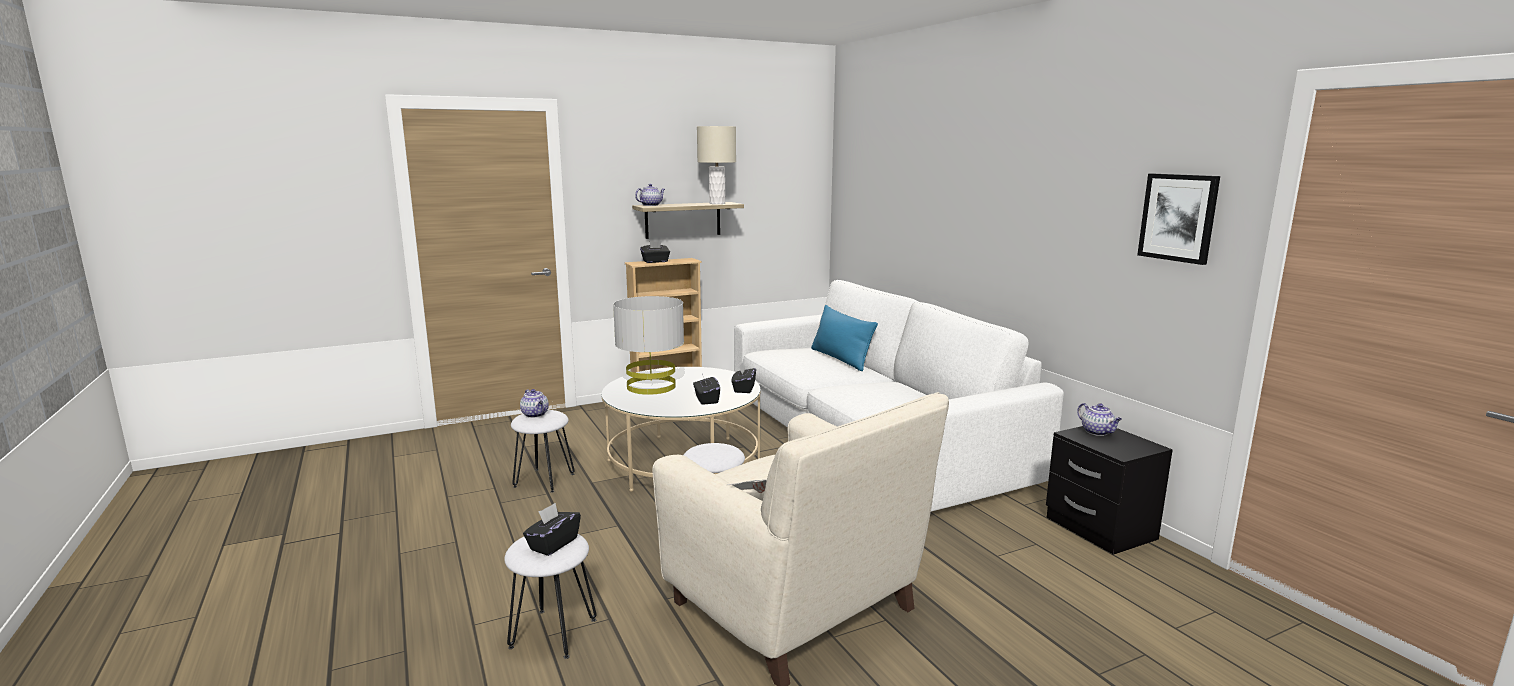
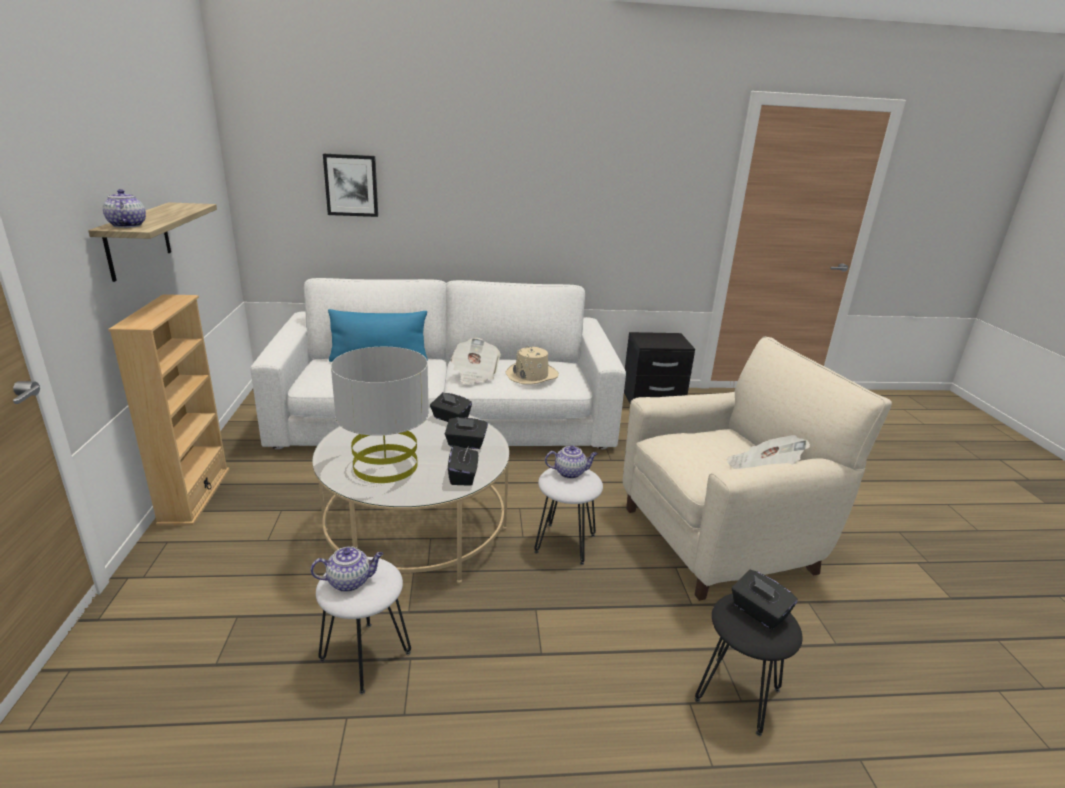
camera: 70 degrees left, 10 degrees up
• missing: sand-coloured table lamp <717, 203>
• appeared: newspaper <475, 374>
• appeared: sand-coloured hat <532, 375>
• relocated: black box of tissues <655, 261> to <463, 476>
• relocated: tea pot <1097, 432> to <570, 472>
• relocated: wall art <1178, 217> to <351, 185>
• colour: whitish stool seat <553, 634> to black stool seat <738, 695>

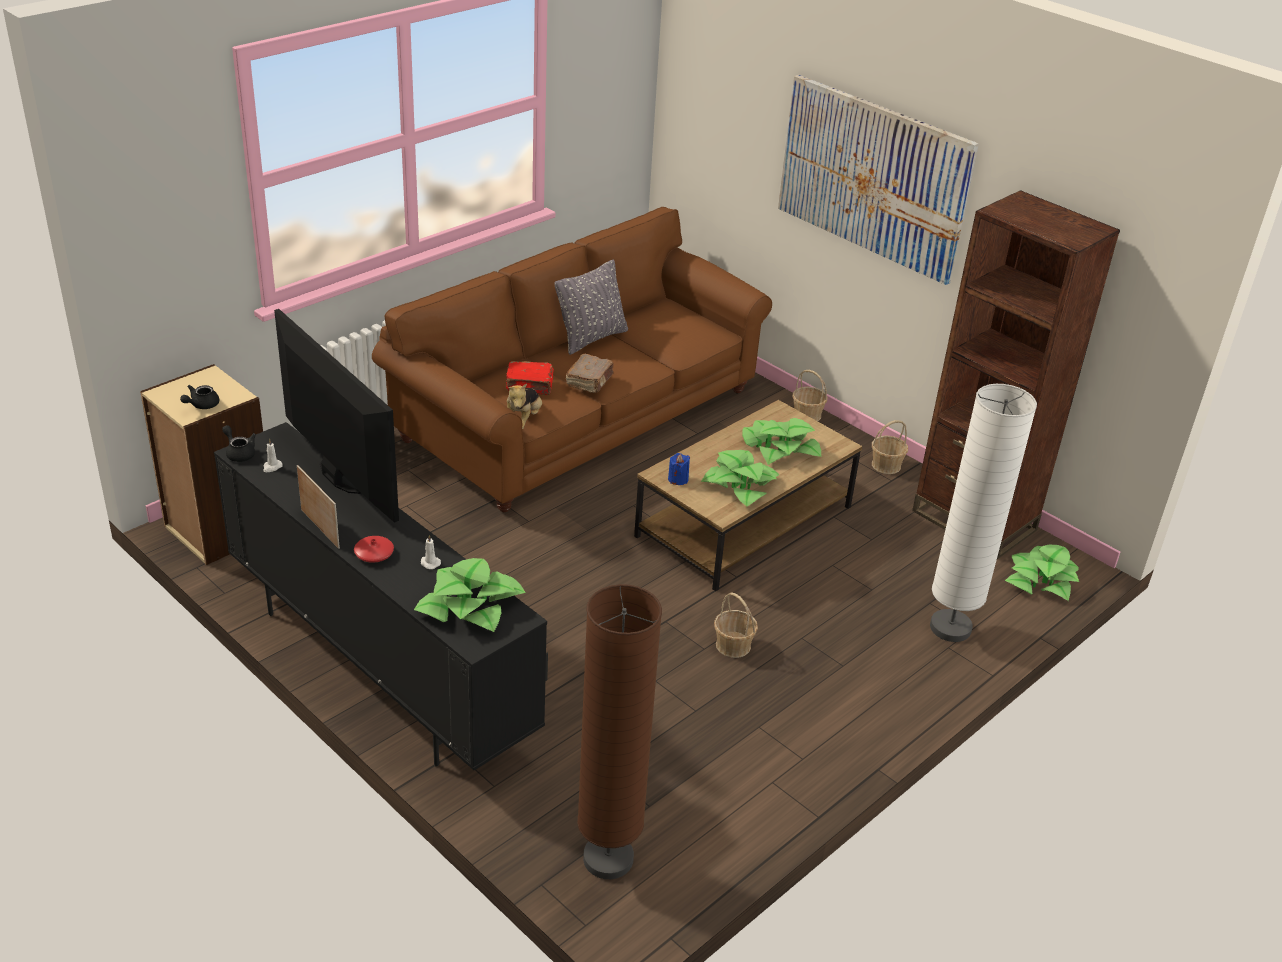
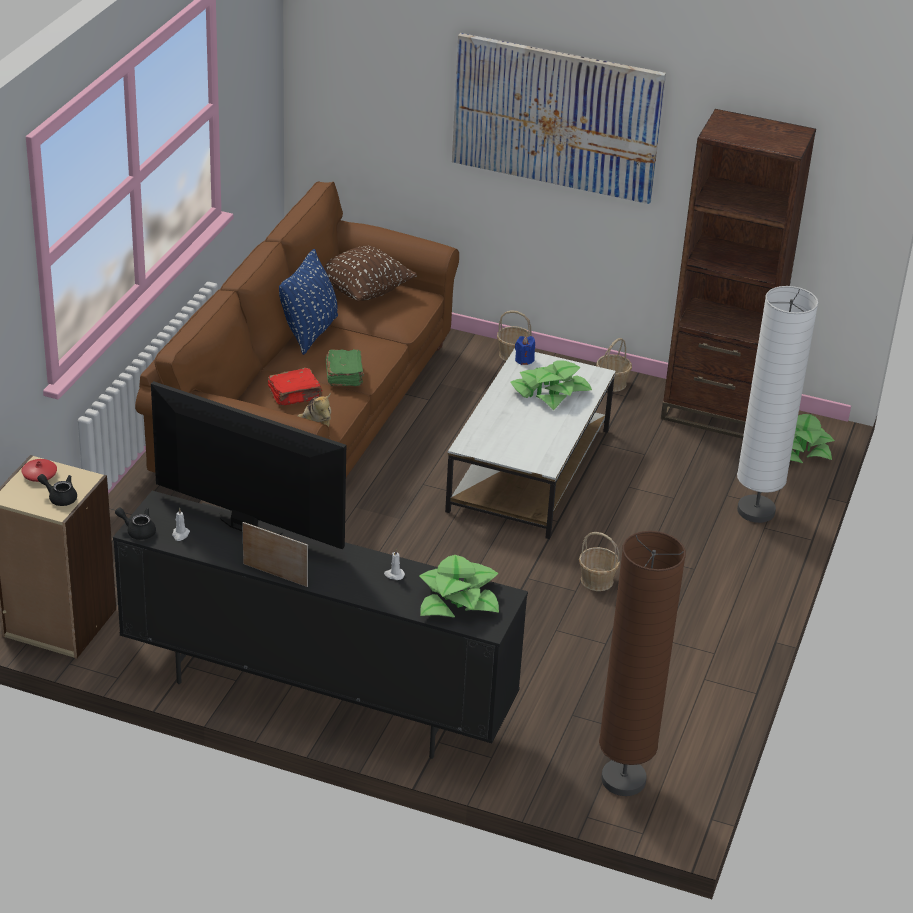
camera: 25 degrees left, 0 degrees up
• missing: houseplant <740, 484>
• appeared: brown pillow <363, 291>
• relocated: reddish decorative vase <374, 554> to <39, 475>
• relocated: bluish wax light <678, 479> to <524, 360>
• colour: grey pillow <591, 338> to bluish pillow <310, 332>
• colour: brown book <590, 381> to greenish book <345, 375>
• colour: brown low table <745, 520> to whitish low table <529, 469>
• spun: black tea pot <201, 405> = <59, 497> 105 degrees clockwise

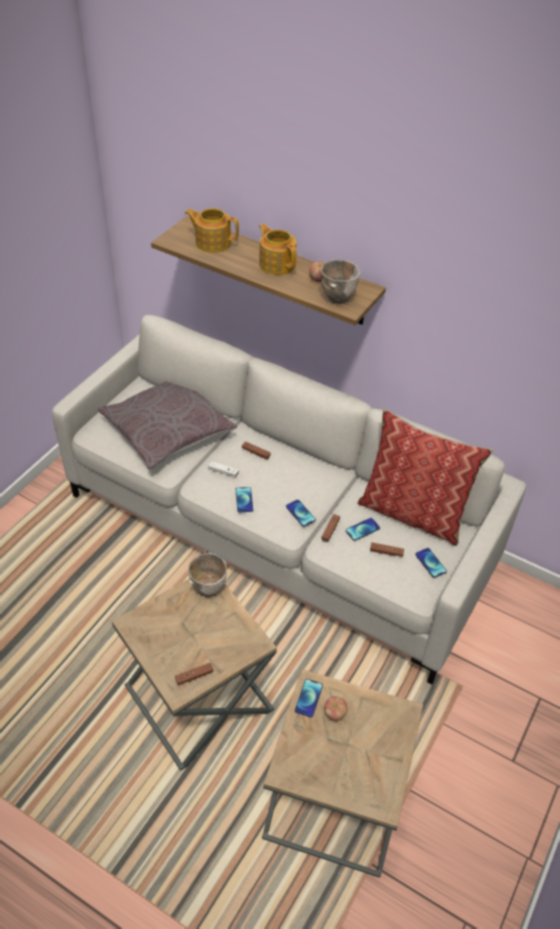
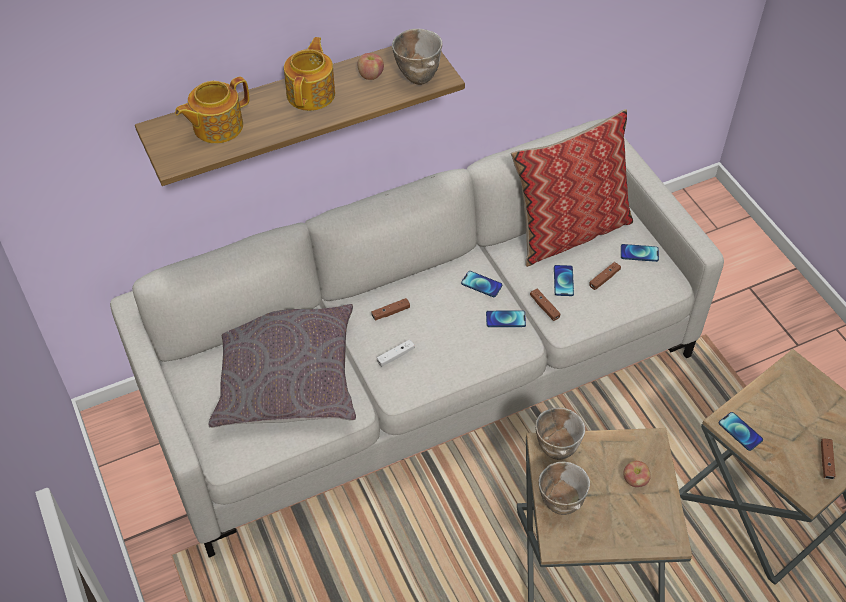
camera: 55 degrees left, 5 degrees up
• appeared: serving bowl <560, 502>
• relocated: brown joypad <194, 676> to <826, 461>
• relocated: phone <244, 500> to <481, 284>
• relocated: apple fruit <334, 714> to <635, 480>
• spun: tea pot <277, 264> = <312, 93> 105 degrees clockwise

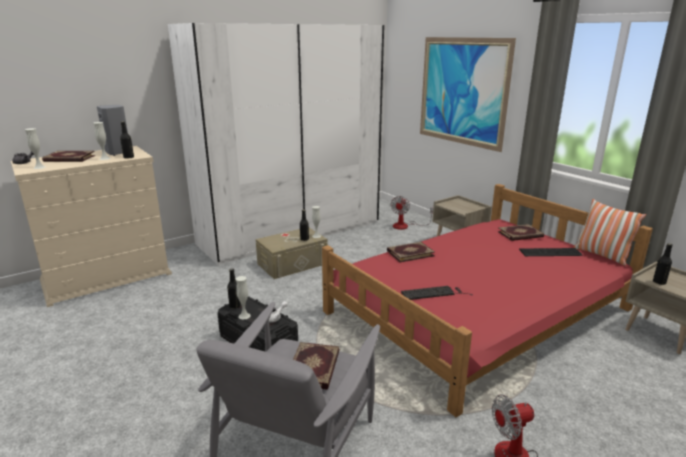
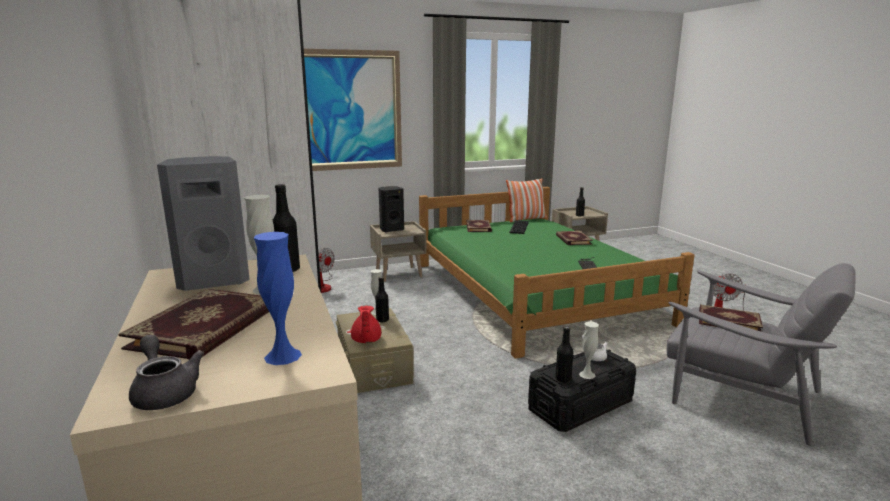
camera: 75 degrees left, 5 degrees down
• appeared: reddish tea pot <366, 340>
• appeared: black speaker <391, 229>
• relocated: book <410, 253> to <572, 240>
• colour: whitish decorative vase <39, 167> to bluish decorative vase <283, 356>
• colour: reddish bed <477, 311> to greenish bed <534, 292>

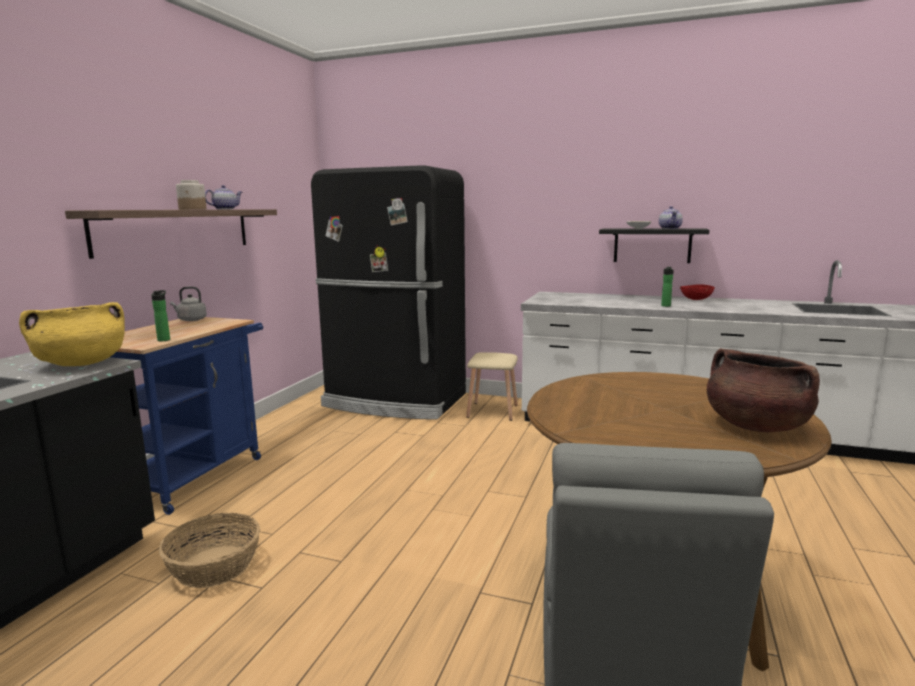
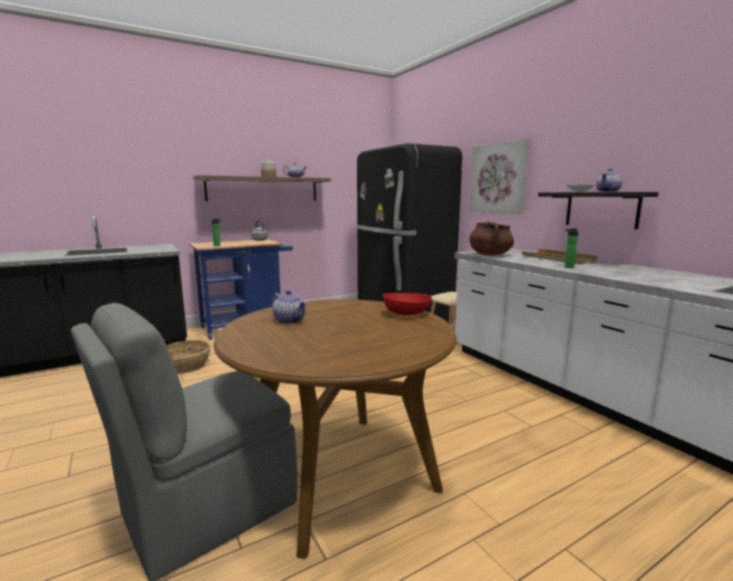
camera: 40 degrees right, 0 degrees up
• missing: yellow saucepot <81, 364>
• appeared: tea pot <290, 320>
• appeared: wall art <498, 178>
• appeared: sand-coloured tray <558, 259>
• relocated: reddish serving bowl <696, 299> to <406, 314>
• relocated: brown saucepot <755, 426> to <490, 254>

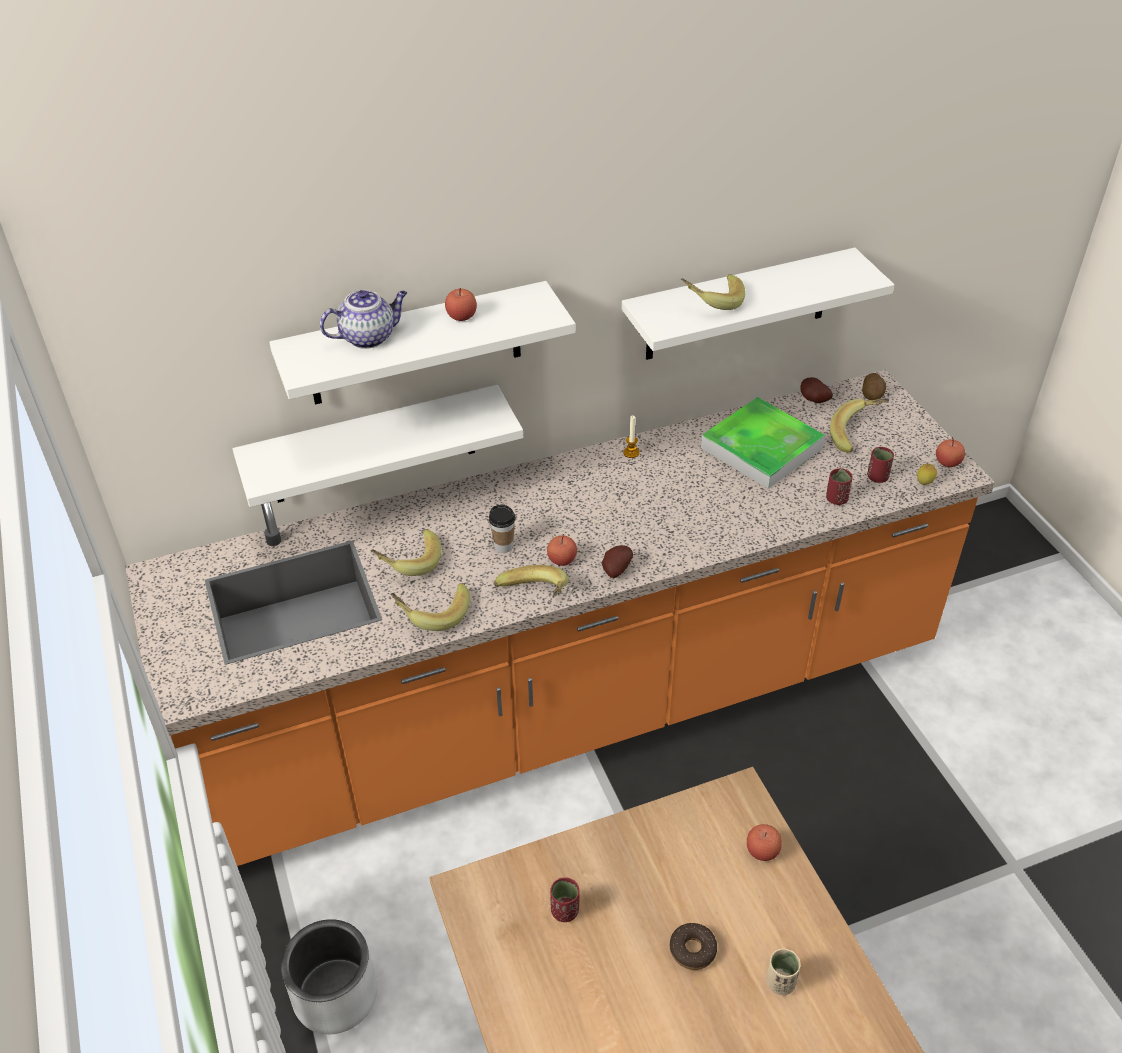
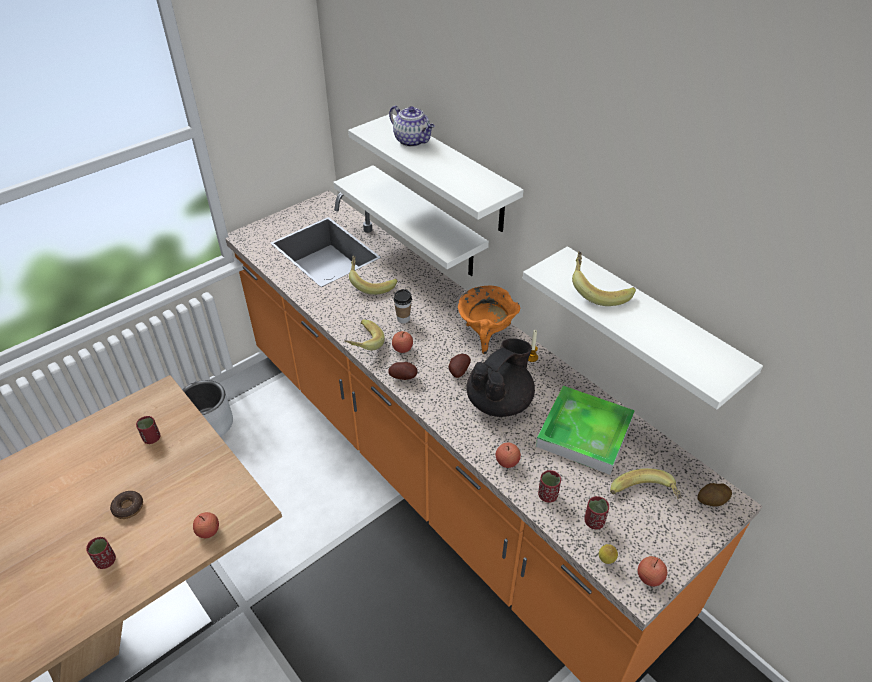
camera: 70 degrees right, 0 degrees up
• missing: whole banana <432, 613>
• appeared: orangey saucepot <485, 336>
• appeared: black tea pot <500, 401>
• relocated: apple fruit <461, 316> to <507, 462>
• relocated: potato <813, 400> to <458, 372>
• colour: sand-coloured drinking cup <780, 982> to reddish drinking cup <106, 561>

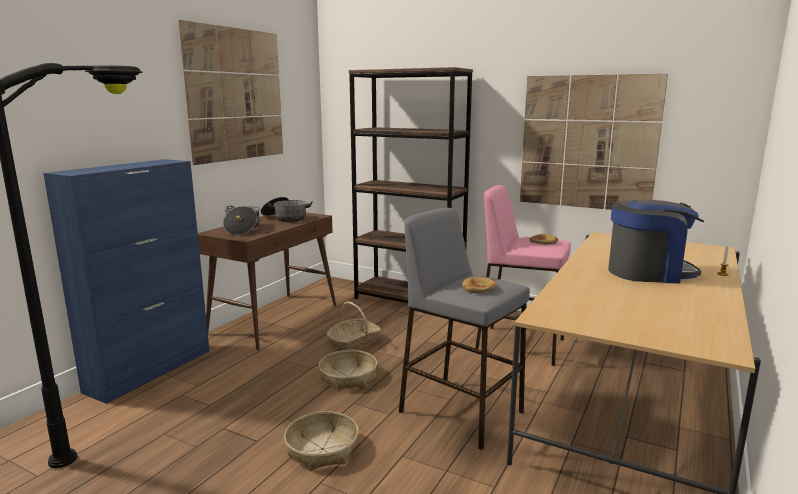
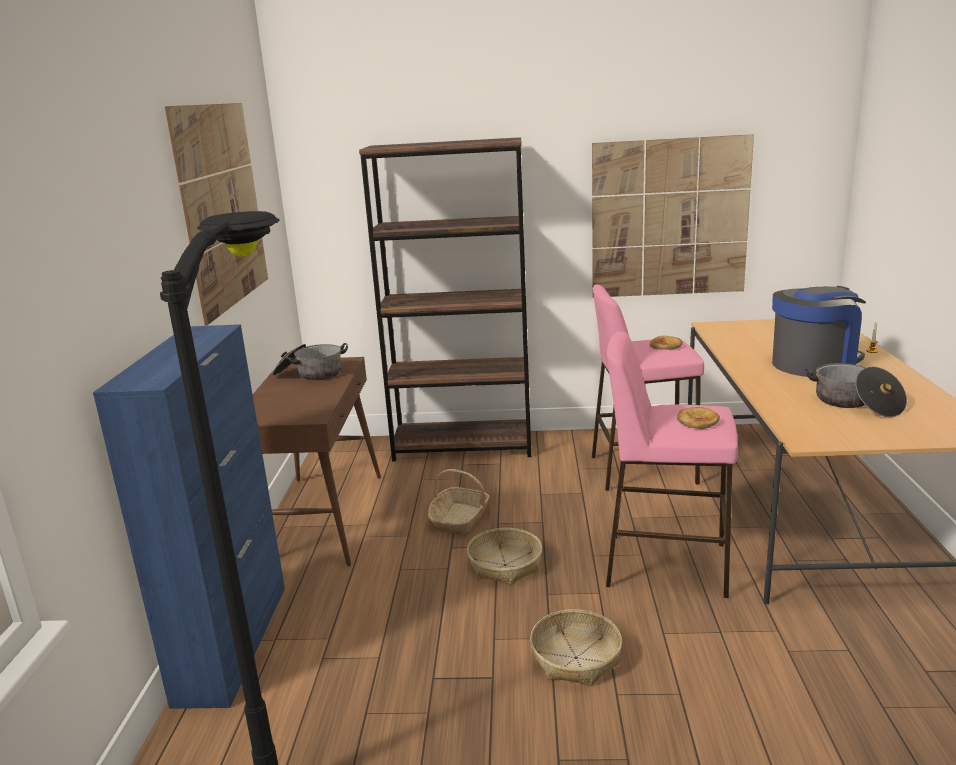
camera: 25 degrees left, 5 degrees up
• relocated: saucepot <242, 229> to <855, 403>
• colour: grey stool seat <460, 411> to pinkish stool seat <665, 564>

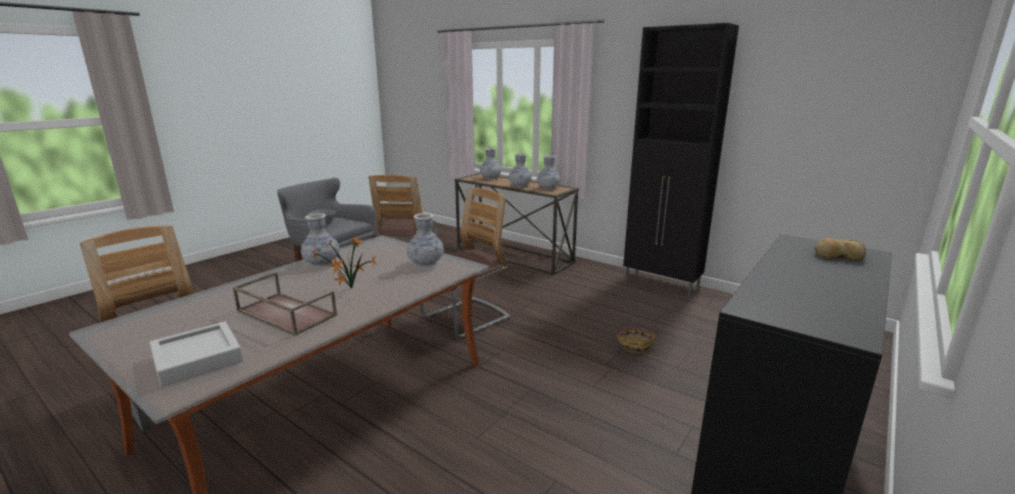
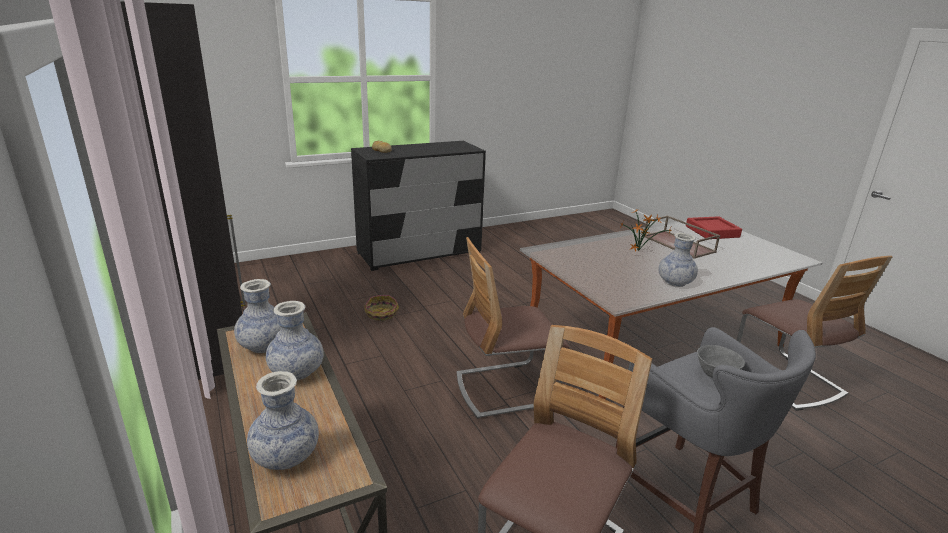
camera: 155 degrees left, 5 degrees up
• missing: decorative vase <426, 263>
• colour: grey tray <197, 359> to reddish tray <712, 231>

